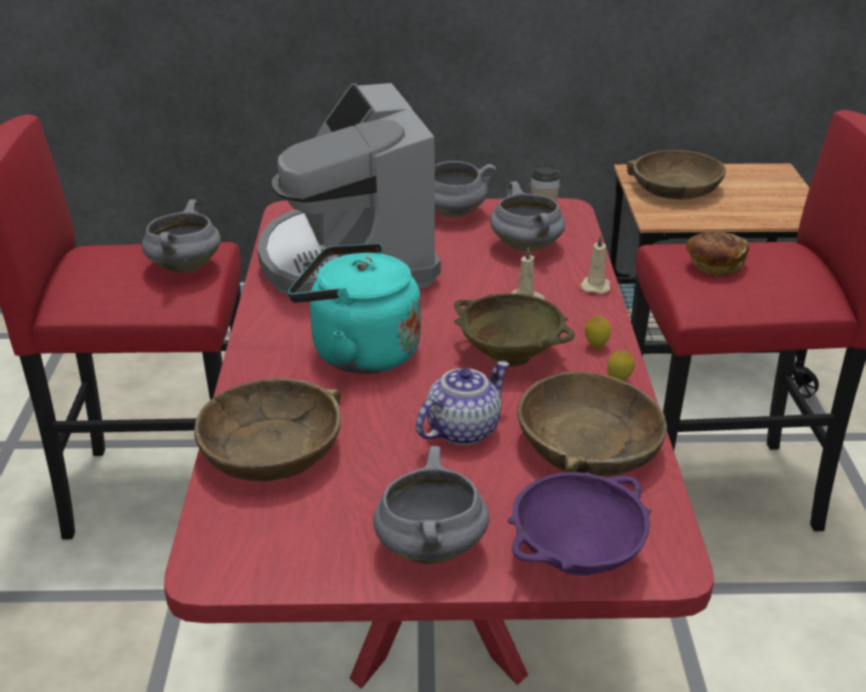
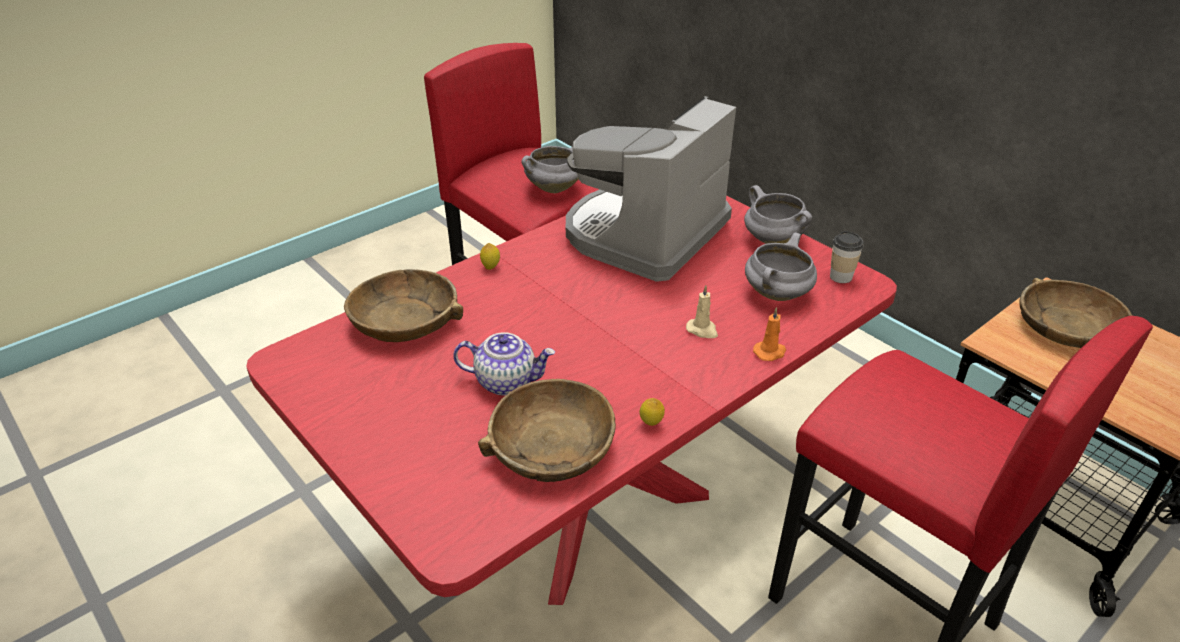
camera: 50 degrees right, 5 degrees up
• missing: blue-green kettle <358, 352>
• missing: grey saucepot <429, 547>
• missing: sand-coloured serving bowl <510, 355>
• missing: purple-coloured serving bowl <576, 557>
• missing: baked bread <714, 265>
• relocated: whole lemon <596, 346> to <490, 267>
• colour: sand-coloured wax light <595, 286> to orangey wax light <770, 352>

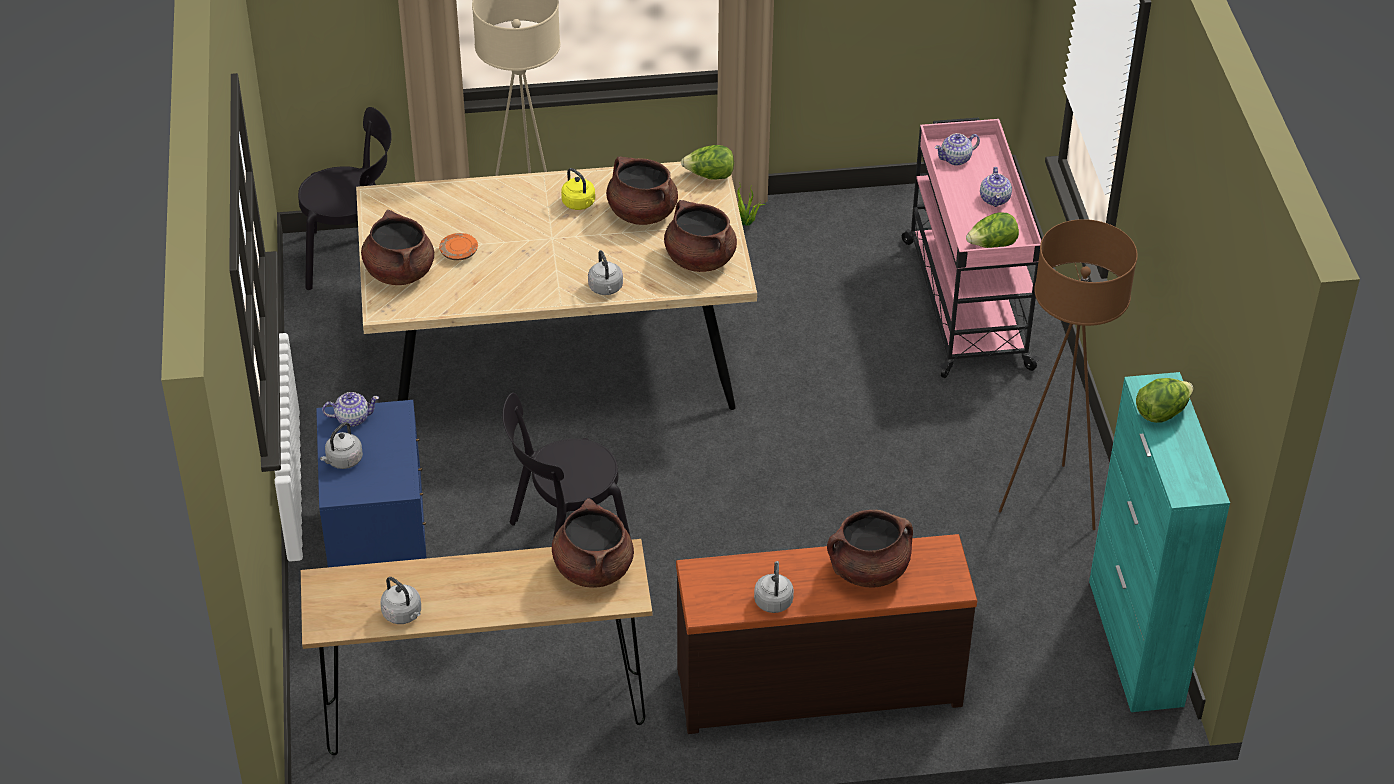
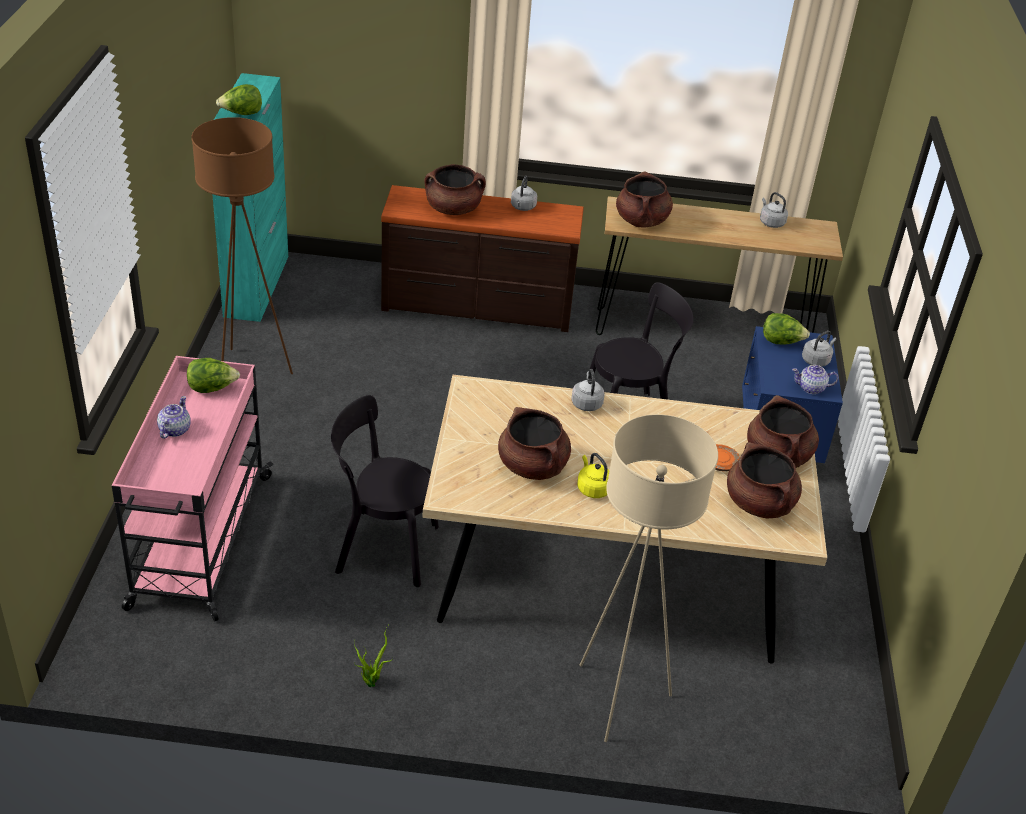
camera: 170 degrees left, 5 degrees down
• missing: tea pot <956, 159>
• relocated: black chair <356, 259> to <382, 547>
• relocated: brown saucepot <699, 259> to <759, 504>
• relocated: lettuce <709, 176> to <781, 342>

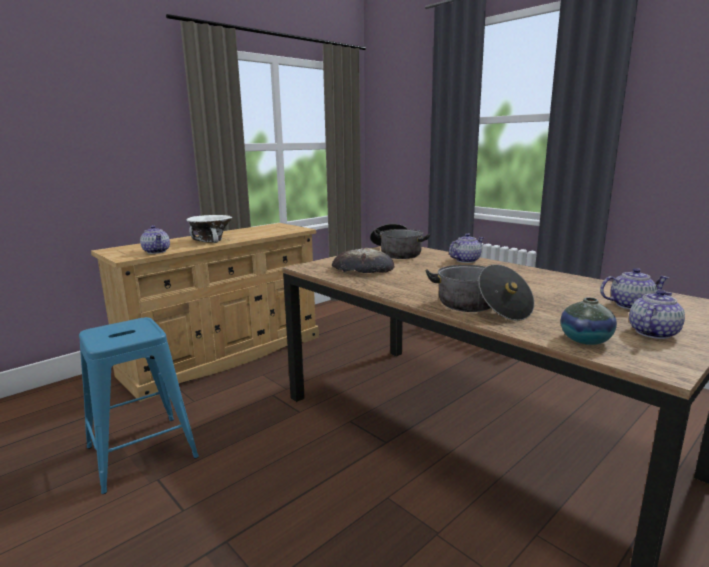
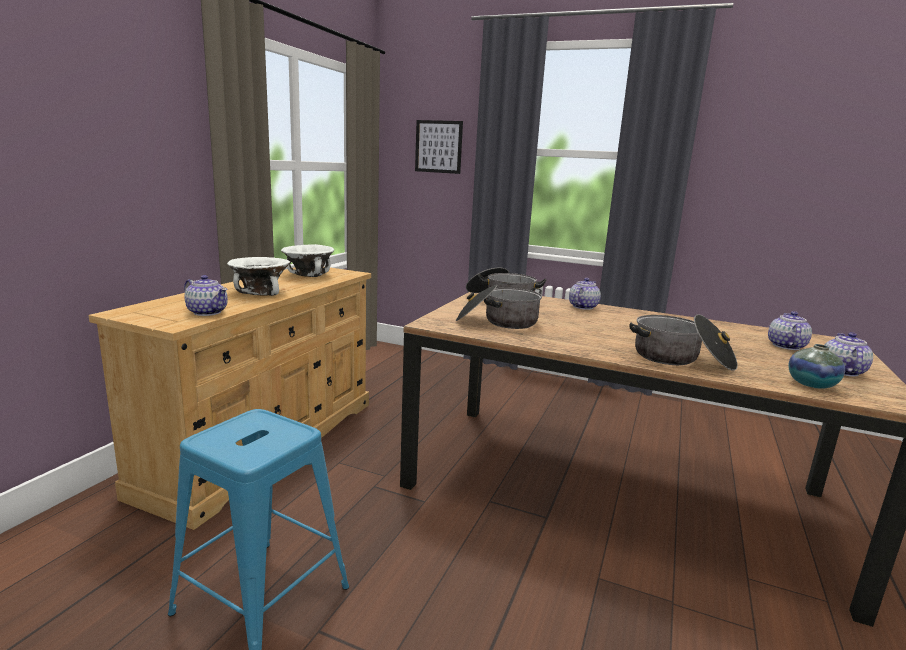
camera: 25 degrees left, 0 degrees up
• appeared: whitish serving bowl <309, 275>
• appeared: wall art <438, 146>
• exchanged: baked bread <362, 268> to saucepot <498, 322>
• spun: tea pot <630, 305> = <785, 346> 45 degrees counterclockwise

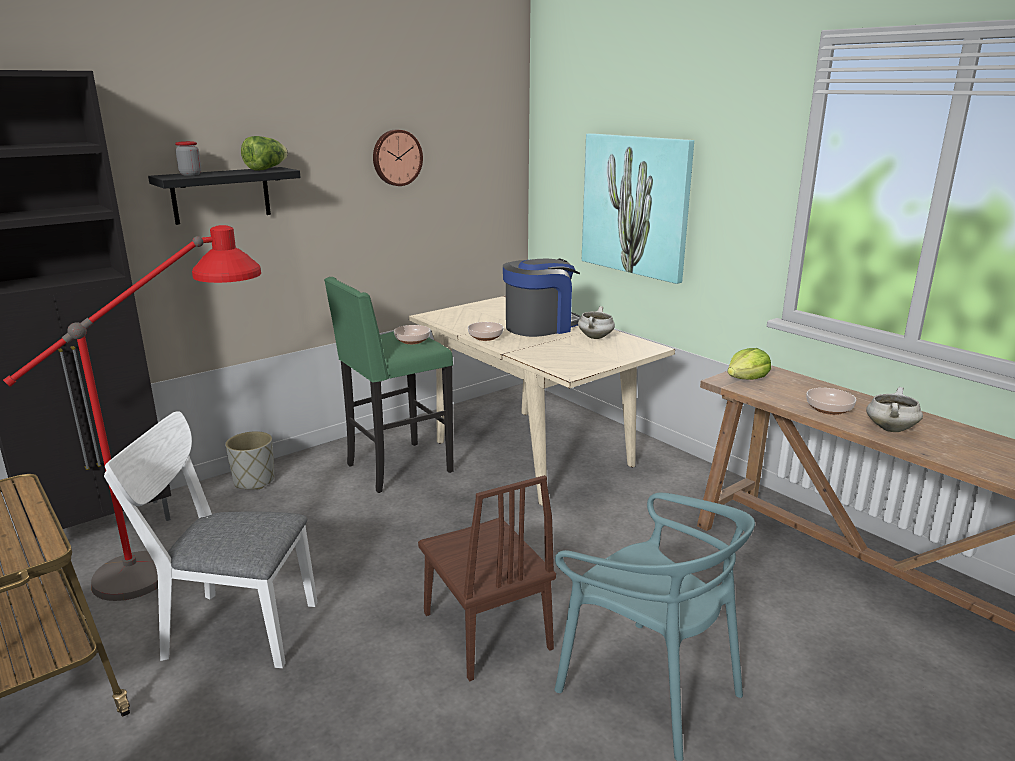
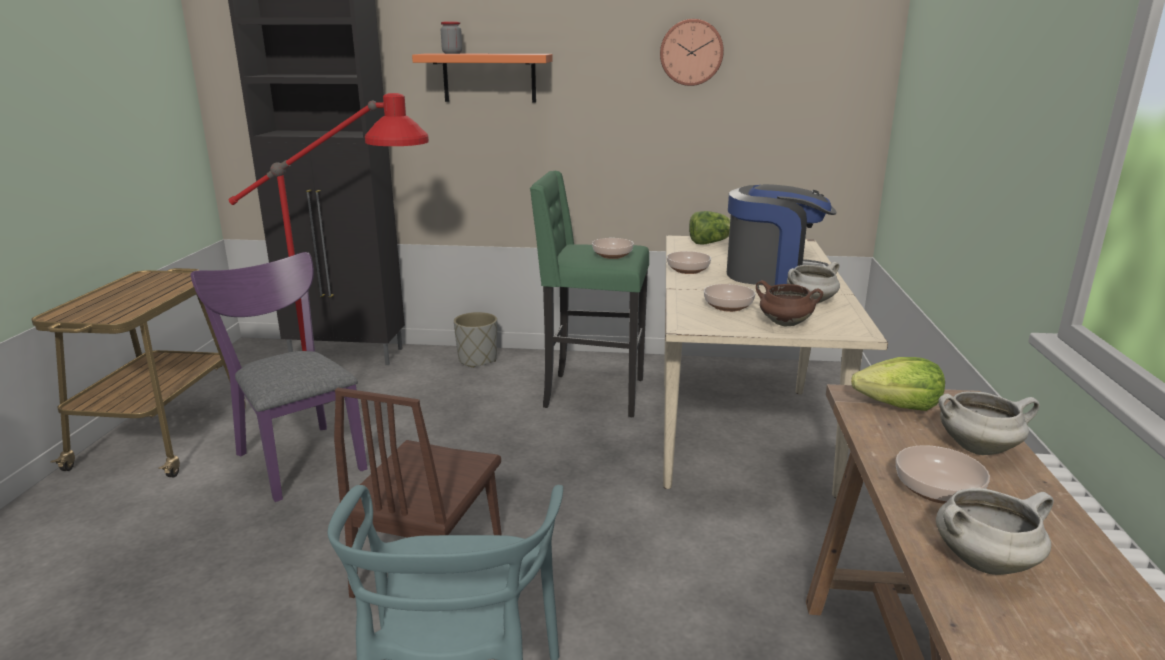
camera: 45 degrees right, 0 degrees up
• missing: wall art <636, 205>
• appeared: serving bowl <729, 306>
• appeared: brown saucepot <784, 324>
• appeared: whitish saucepot <978, 448>
• relocated: lettuce <266, 169> to <710, 243>
• colour: whitish chair <231, 628> to purple-coloured chair <297, 456>
• colour: black shelf <221, 195> to orangey shelf <489, 78>

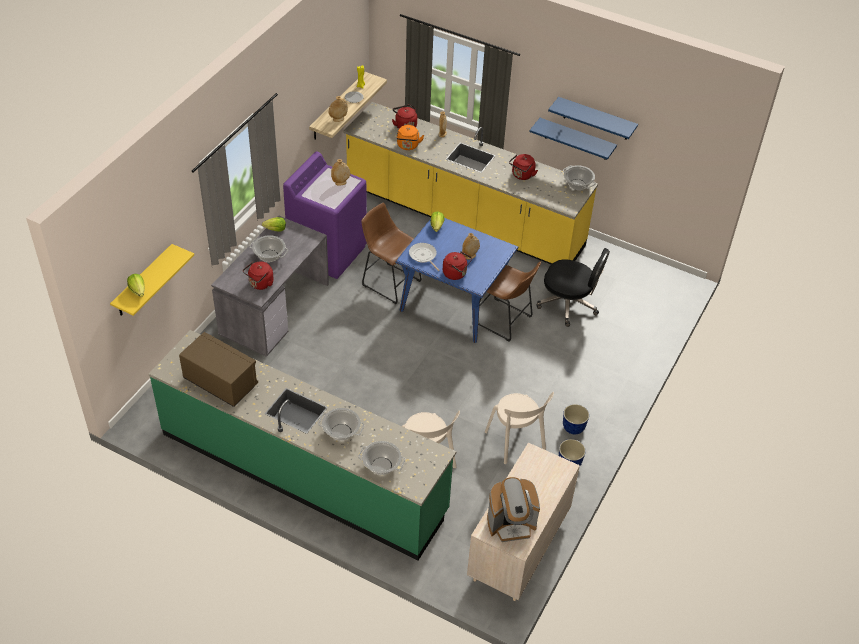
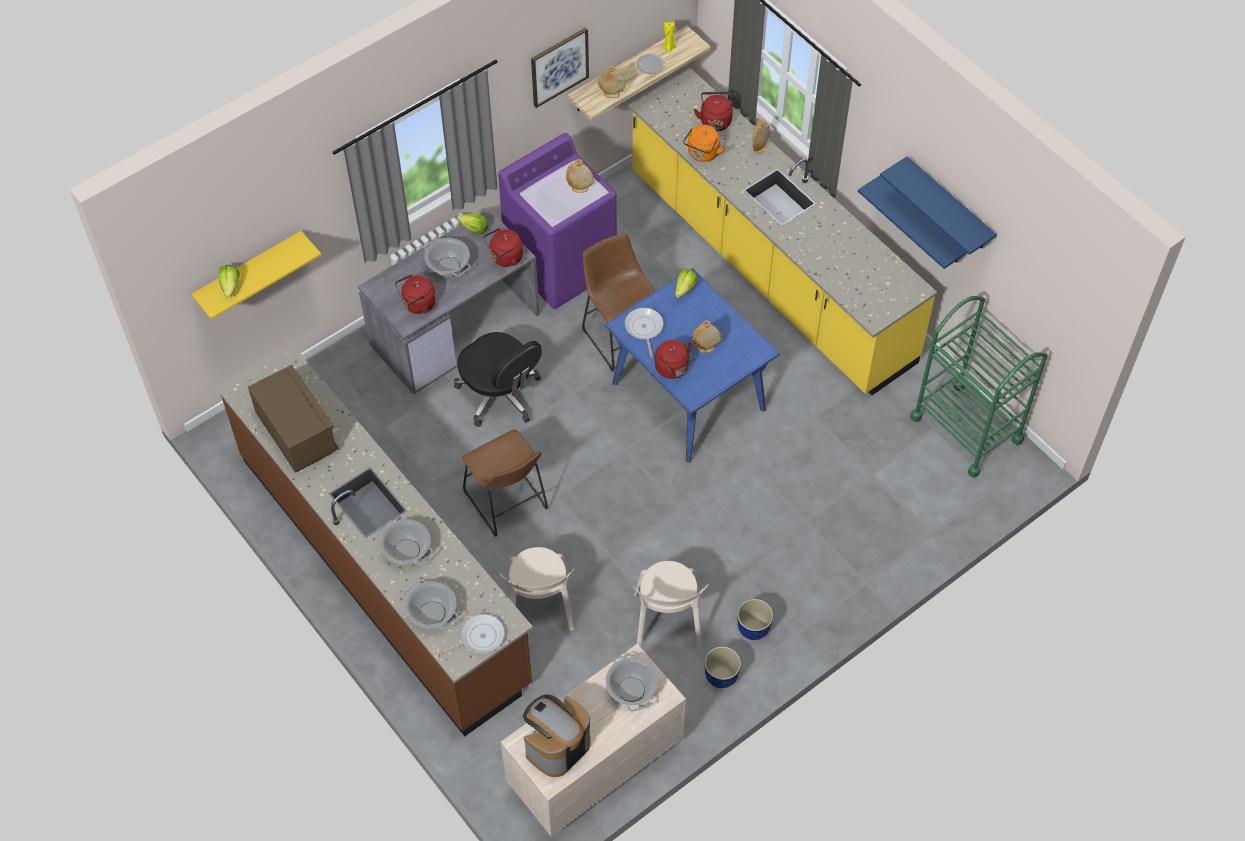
camera: 25 degrees right, 10 degrees up
• appeared: pan <479, 637>
• appeared: wall art <559, 66>
• appeared: greenish trolley <966, 429>
• relocated: brown stool seat <505, 321> to <507, 504>
• relocated: reddish kettle <522, 175> to <504, 258>
• relocated: black computer chair <569, 304> to <500, 395>
• relocated: saucepot <578, 185> to <631, 690>
• colour: greenish kitchen base unit <303, 471> to brown kitchen base unit <384, 569>
• spun: coffee machine <511, 524> = <556, 746> 120 degrees clockwise

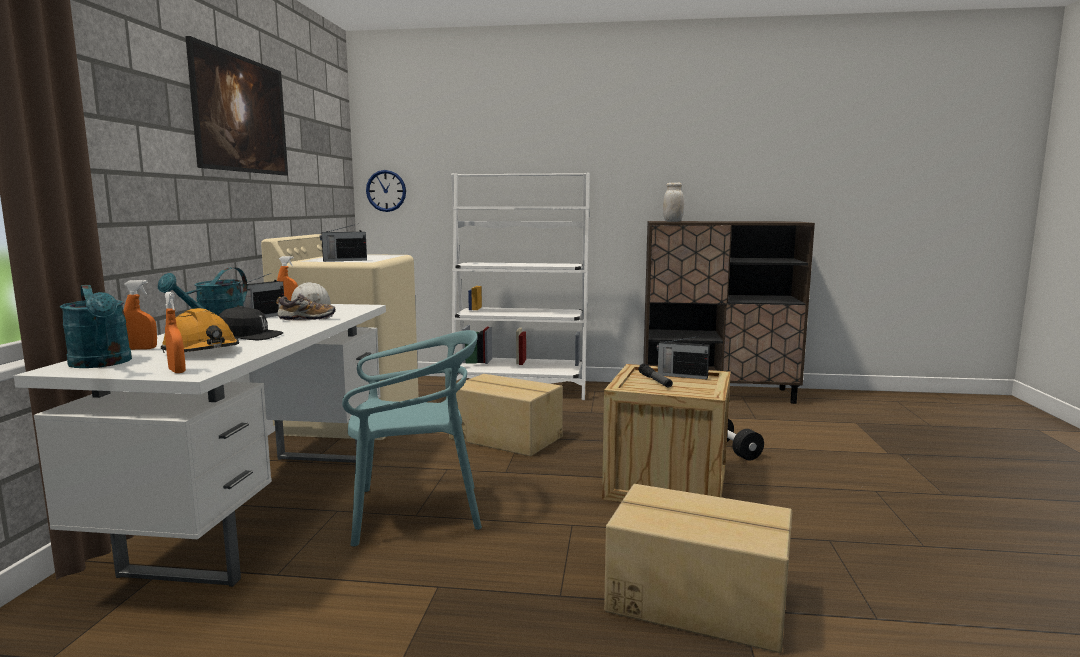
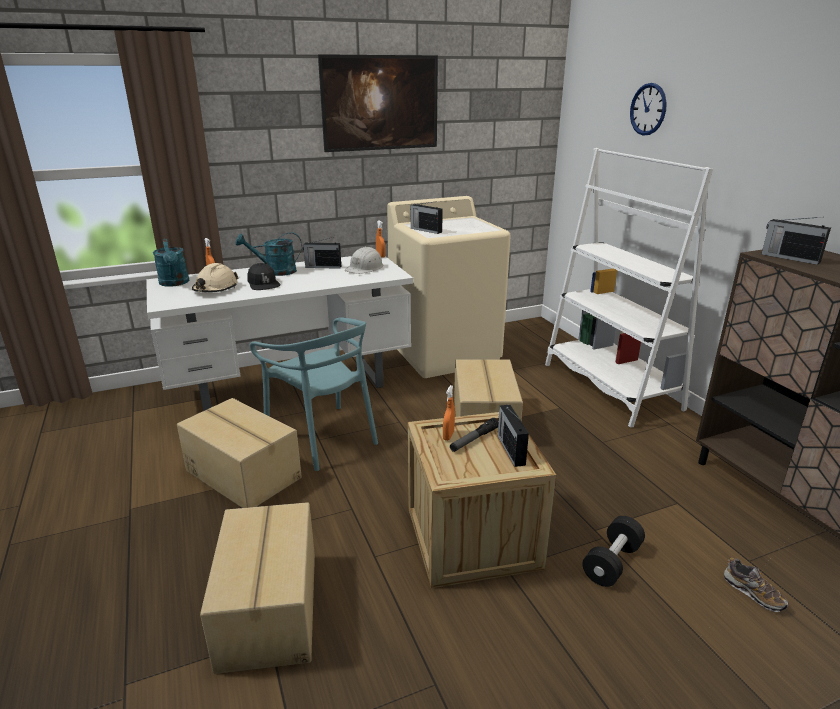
camera: 60 degrees right, 15 degrees up
• appeared: carton <244, 473>
• relocated: orangey spray bottle <177, 371> to <448, 436>
• relocated: item of footwear <306, 319> to <753, 593>
• relocated: clock on the wall <386, 191> to <648, 109>
• exchanged: whitish jar <672, 221> to radio set <789, 258>
• colour: orangey safety helmet <202, 351> to sand-coloured safety helmet <215, 289>
• spun: blue-green watering pot <102, 363> = <175, 283> 45 degrees counterclockwise

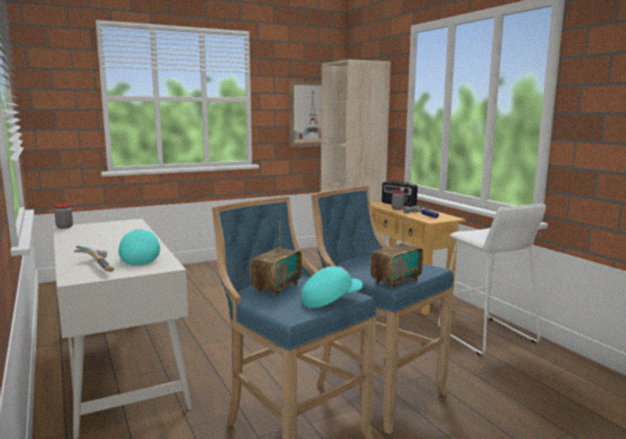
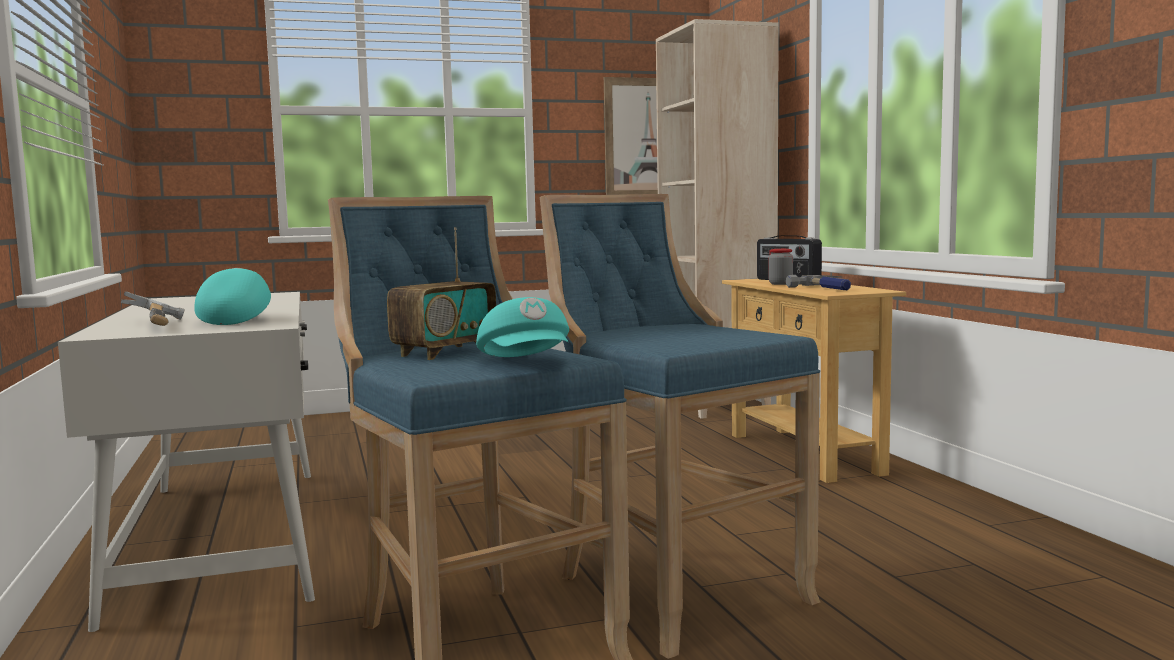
camera: 10 degrees right, 5 degrees down
• missing: jar <64, 227>
• missing: radio set <396, 282>
• missing: whitish stool seat <485, 336>
• spun: blue-green peaked cap <330, 300> = <527, 363> 90 degrees clockwise

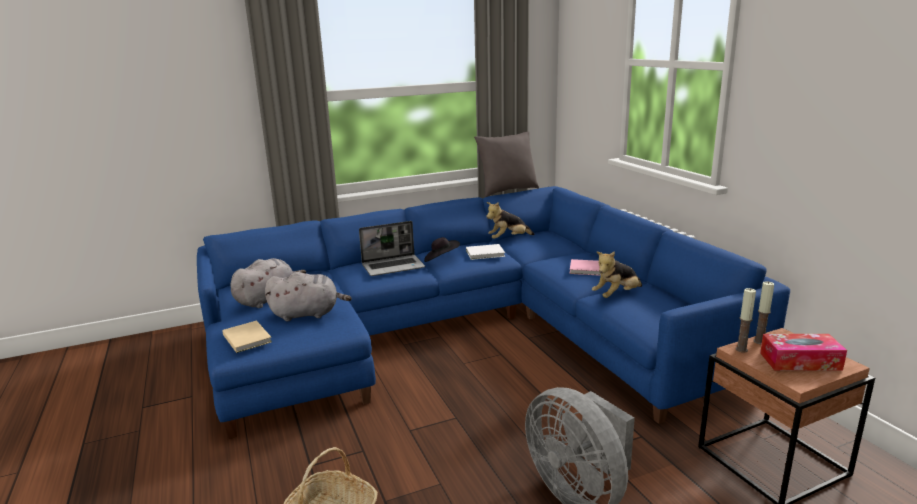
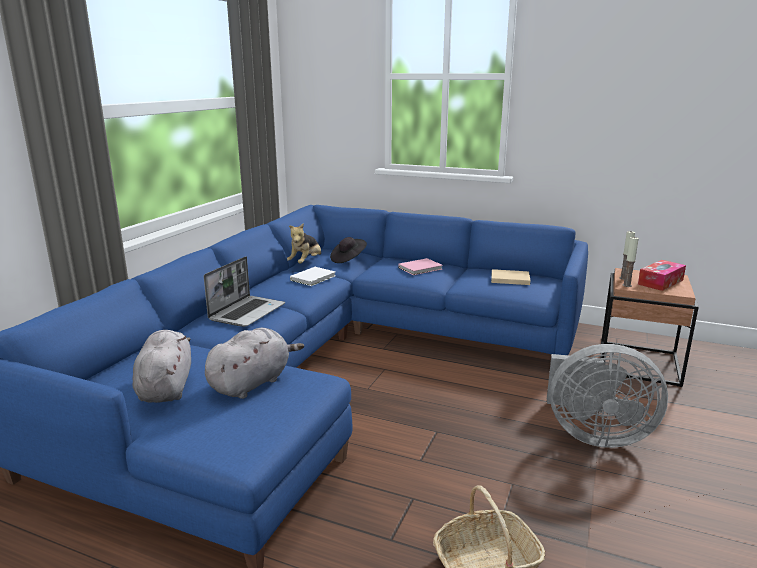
camera: 45 degrees left, 0 degrees up
• missing: grey pillow <507, 191>
• missing: cuddly toy <617, 295>
• relocated: sand-coloured book <247, 338> to <509, 279>
• relocated: black hat <441, 259> to <348, 259>

